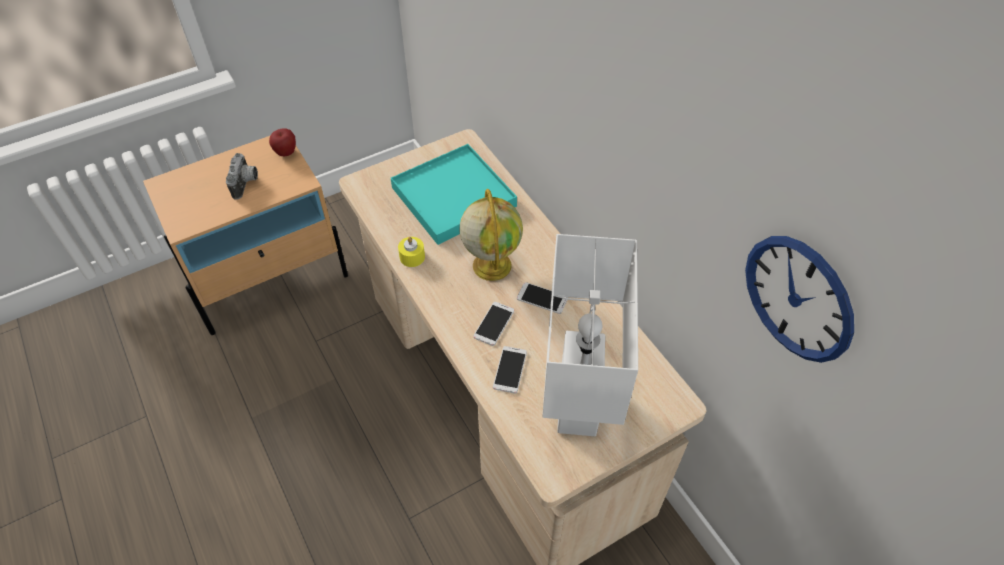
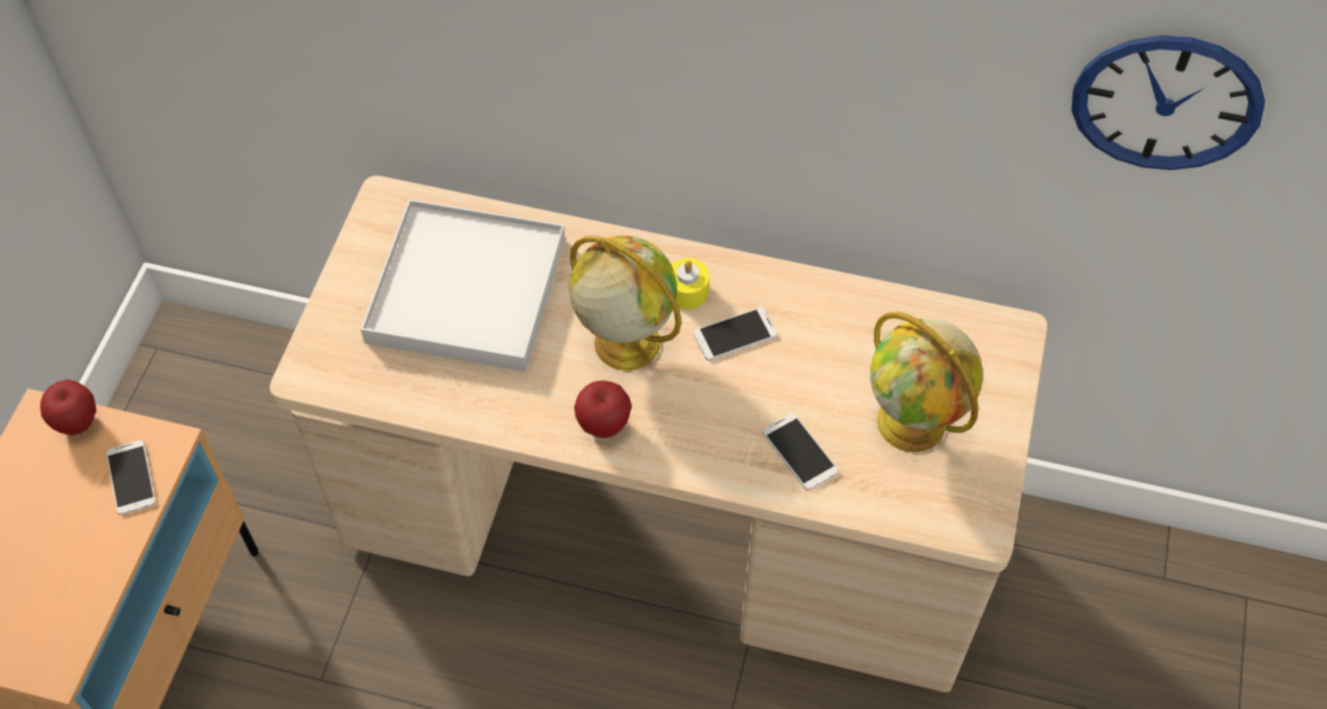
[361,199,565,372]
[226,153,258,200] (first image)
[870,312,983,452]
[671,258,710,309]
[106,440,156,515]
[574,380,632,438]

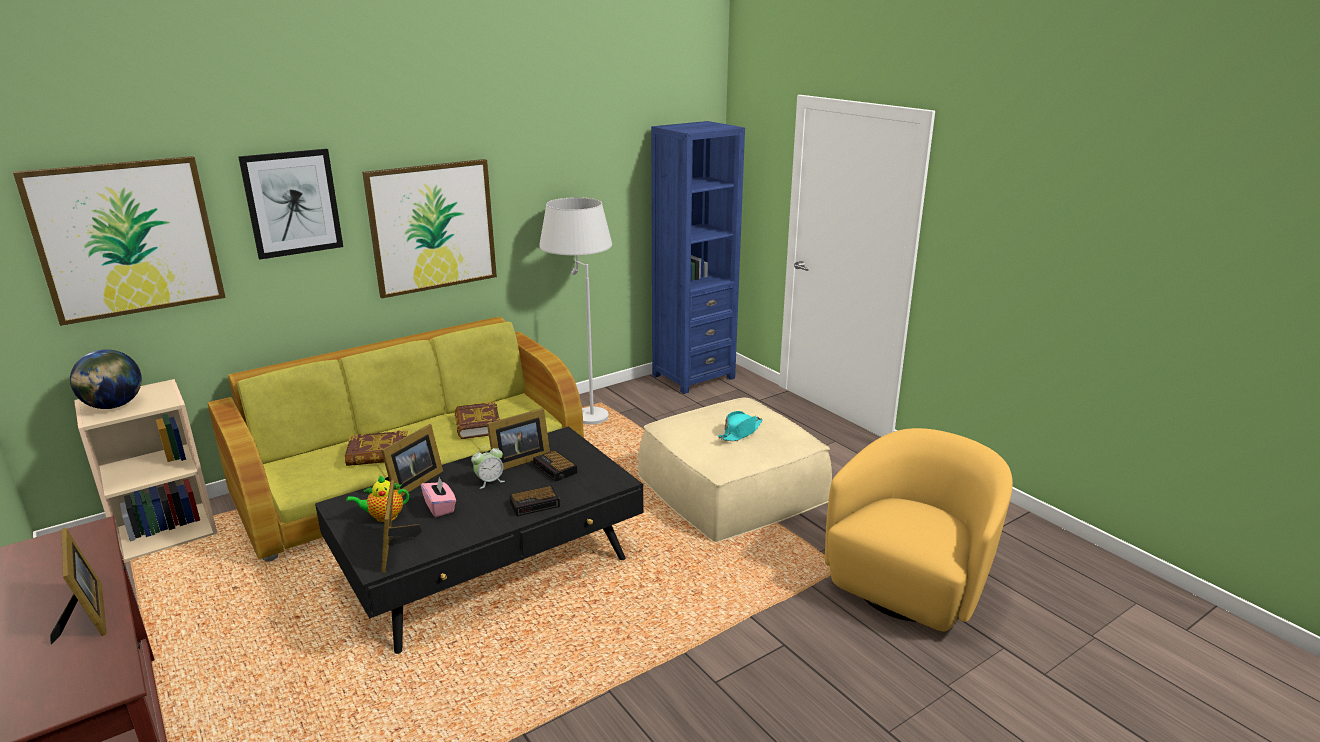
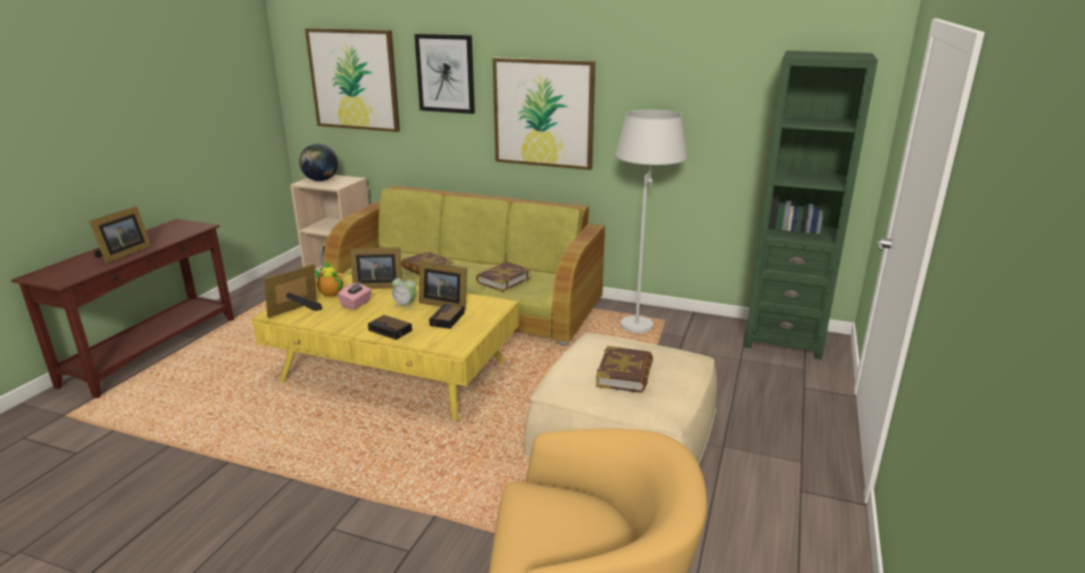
[744,51,878,360]
[596,346,653,393]
[252,273,519,421]

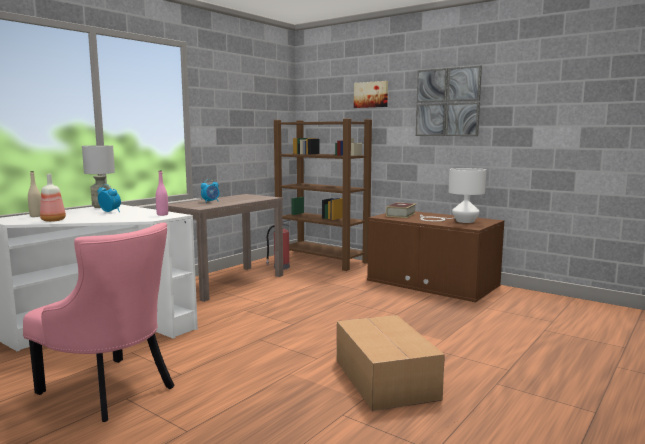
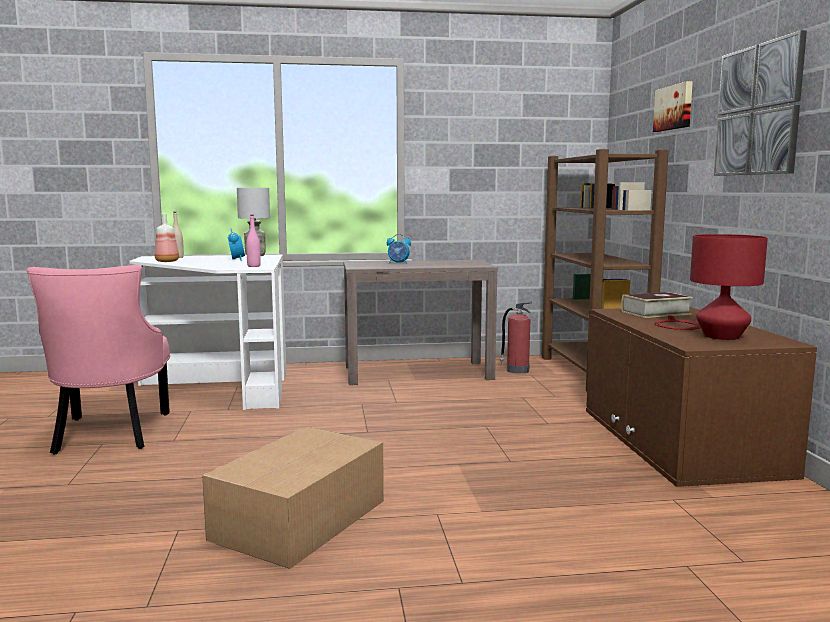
[654,234,768,340]

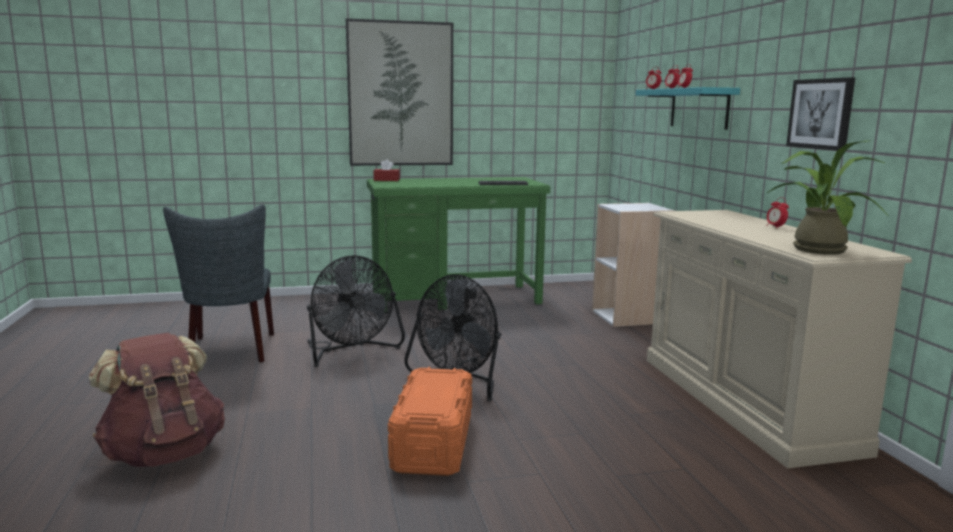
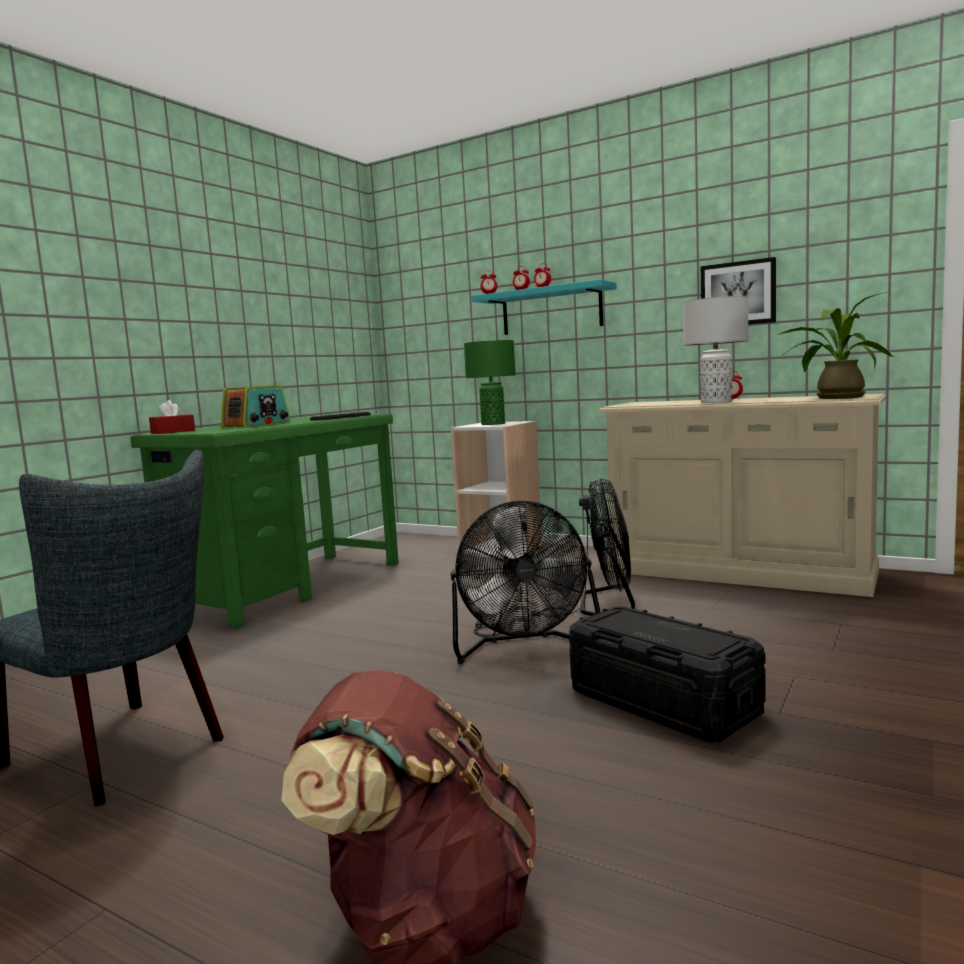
[346,18,453,166] (first image)
[530,478,635,617]
[569,606,766,742]
[683,296,749,403]
[464,340,516,425]
[221,385,290,428]

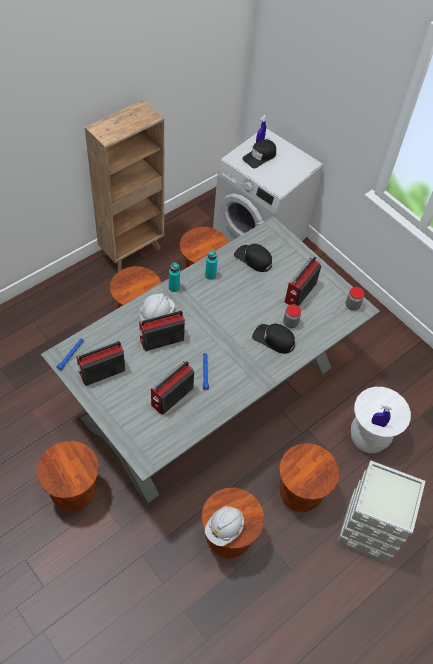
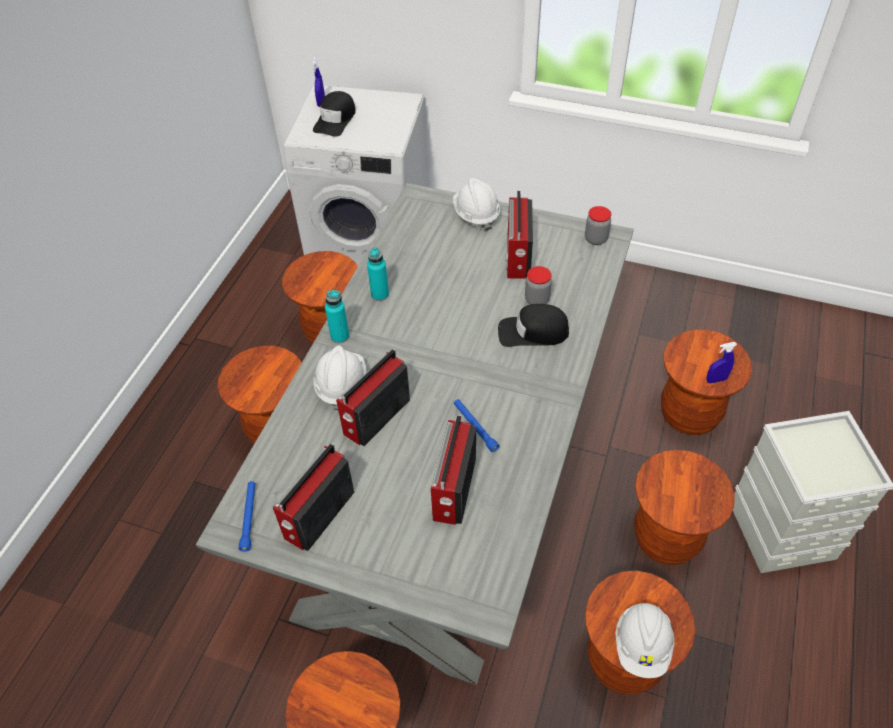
[85,100,164,272] (first image)
[234,244,272,272] (first image)
[661,330,752,435]
[453,178,500,231]

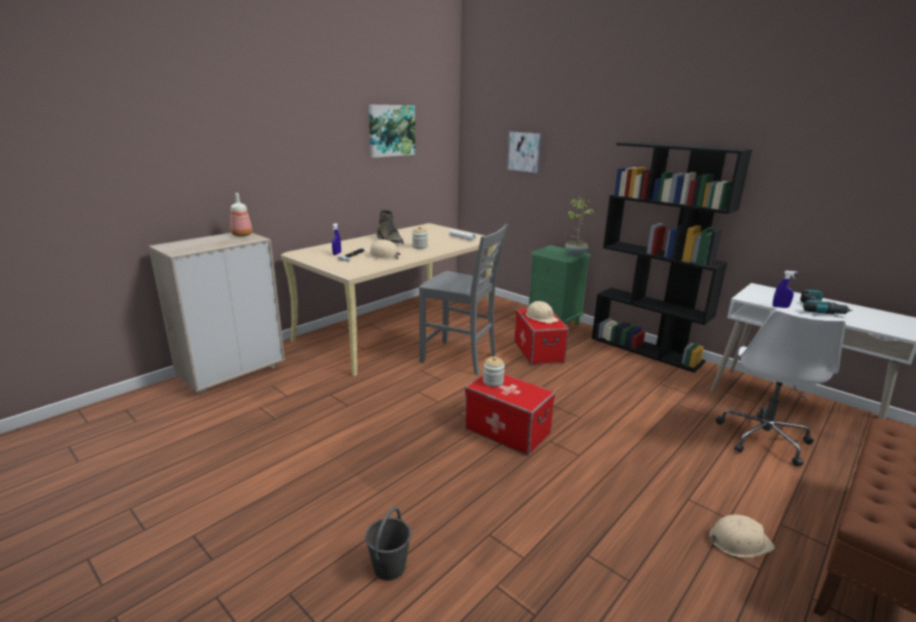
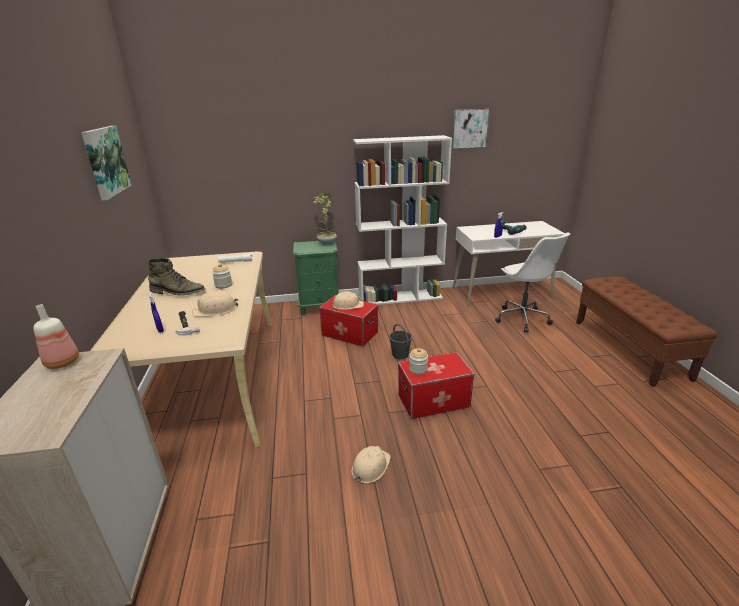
[451,109,490,149]
[353,135,452,305]
[419,224,508,375] (first image)
[389,324,412,359]
[352,446,391,483]

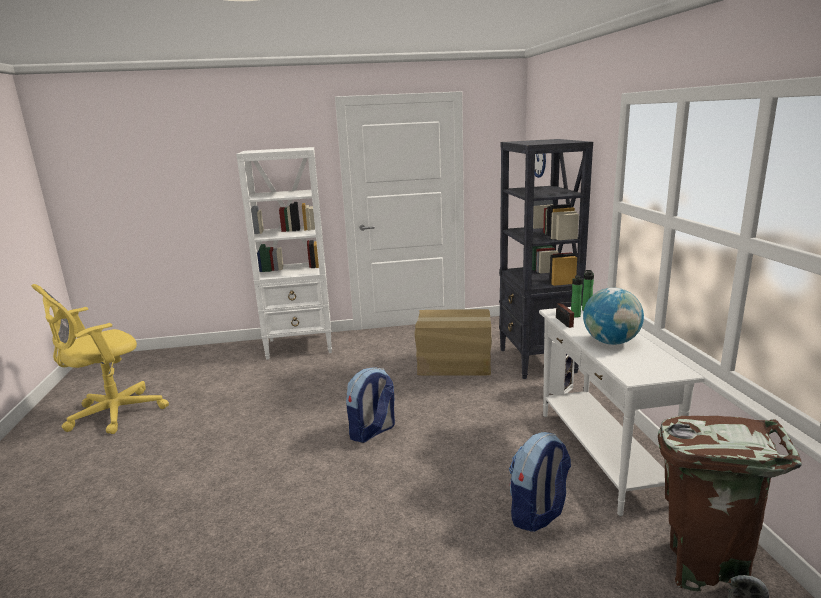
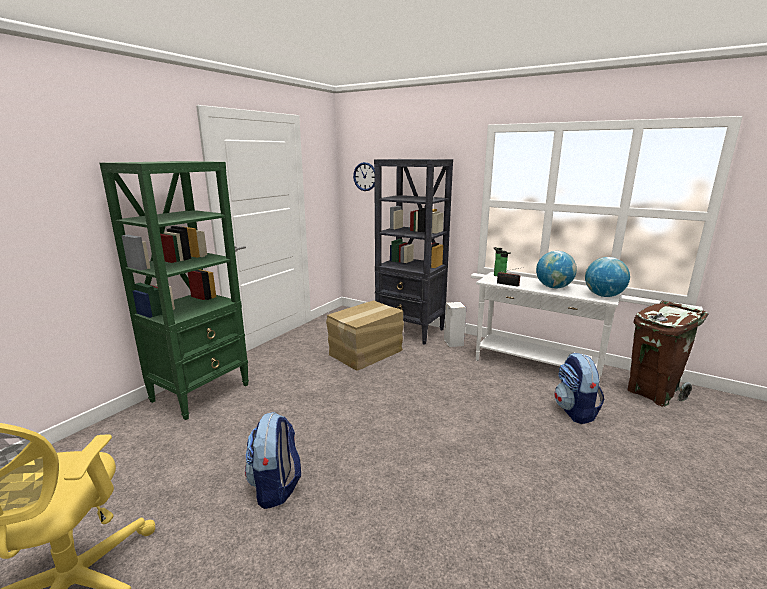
[100,161,249,420]
[245,412,301,509]
[585,257,630,297]

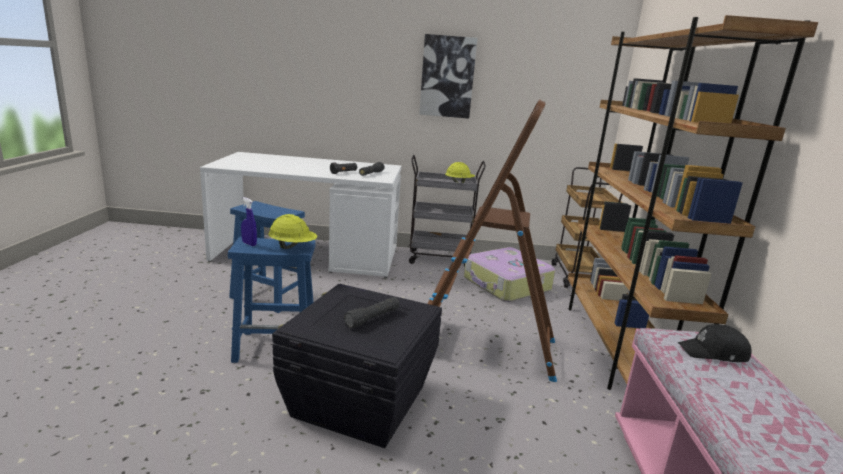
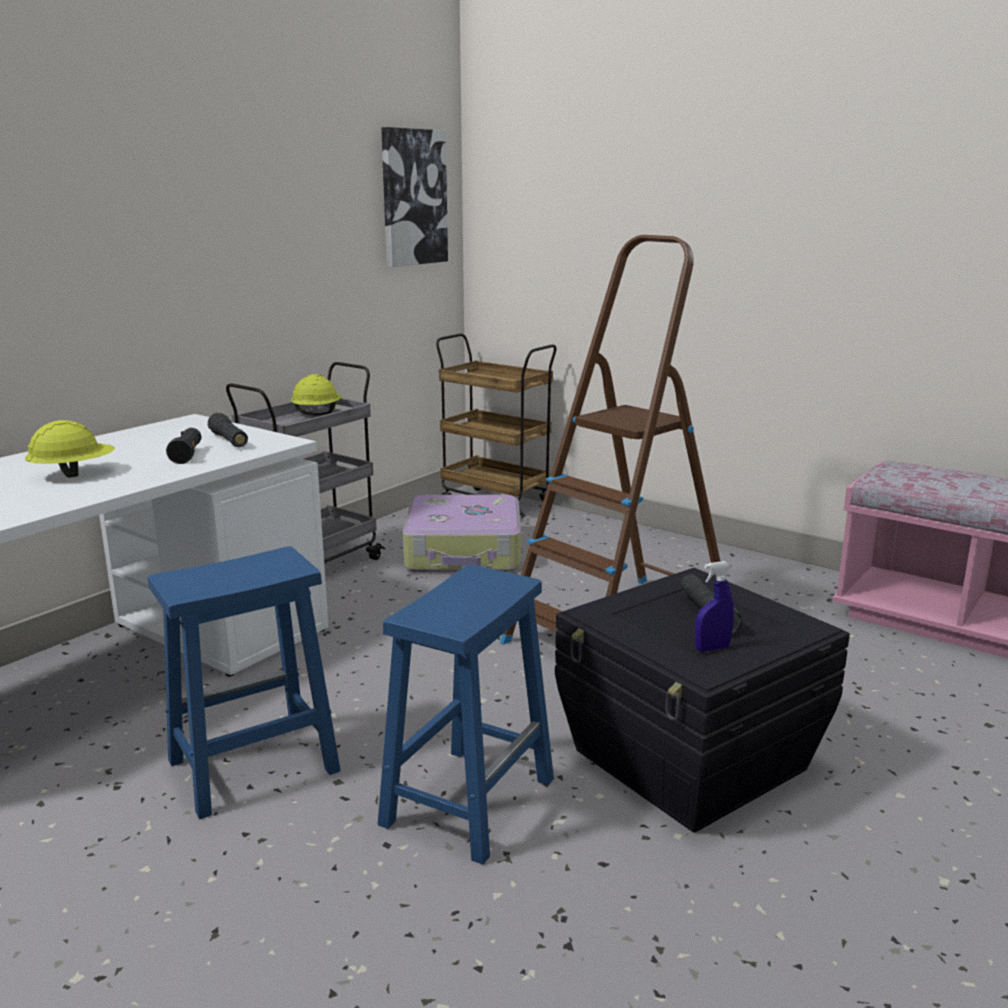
[568,15,818,390] (first image)
[381,127,448,267]
[695,561,734,652]
[25,420,115,478]
[678,324,752,362] (first image)

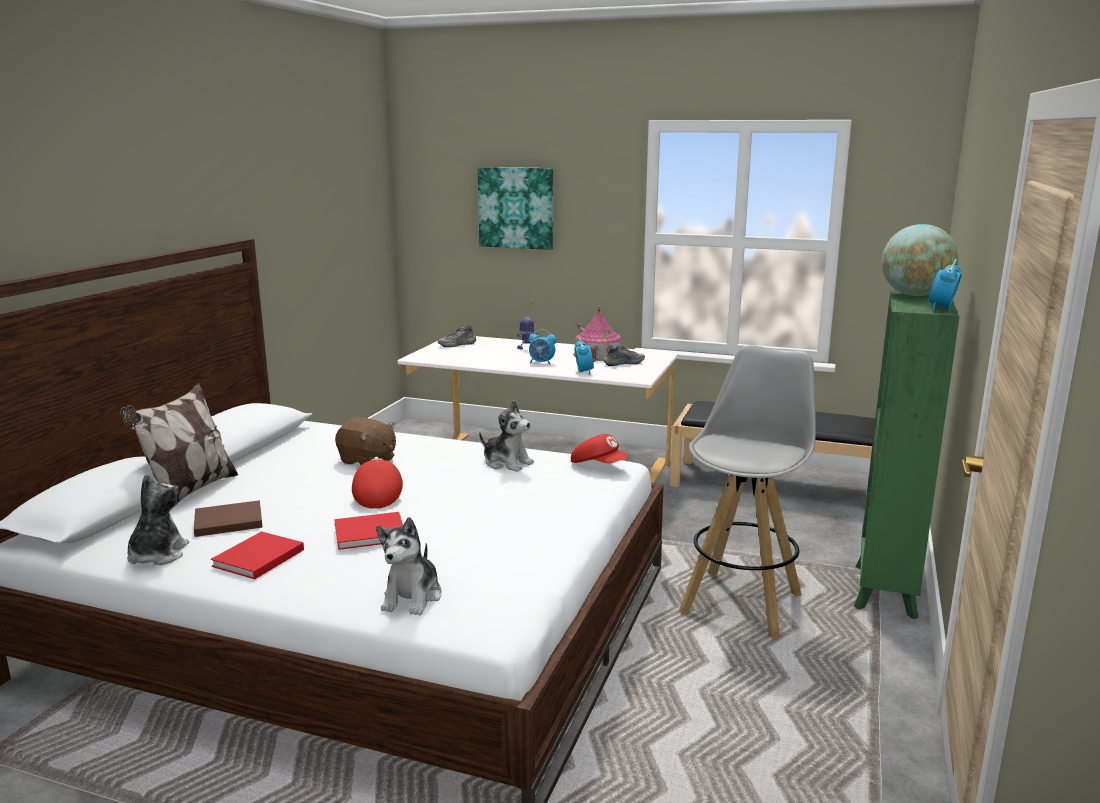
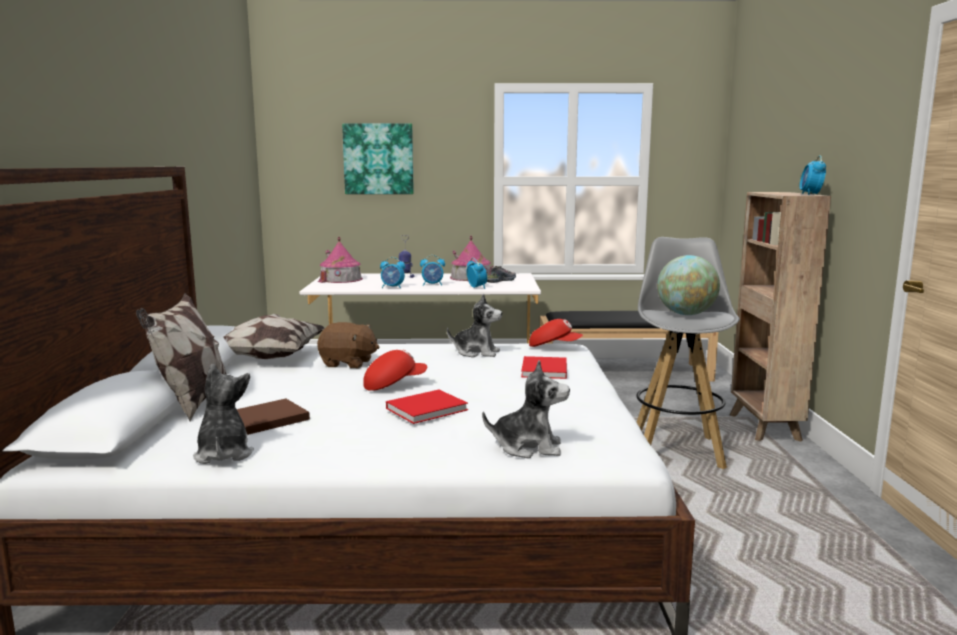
[657,255,720,315]
[729,192,831,441]
[318,237,363,283]
[363,350,427,391]
[482,360,570,458]
[521,356,567,379]
[380,257,405,289]
[223,314,325,359]

